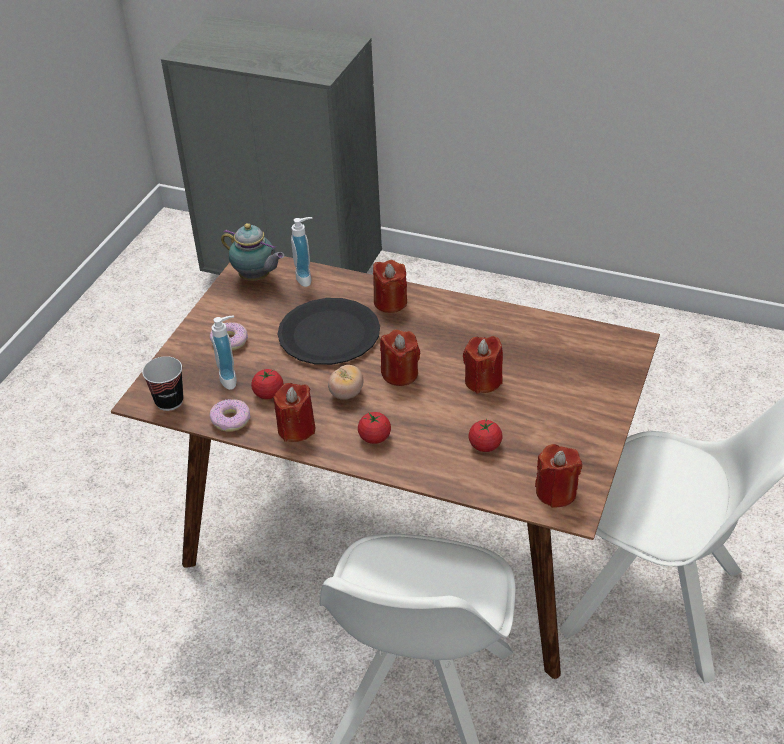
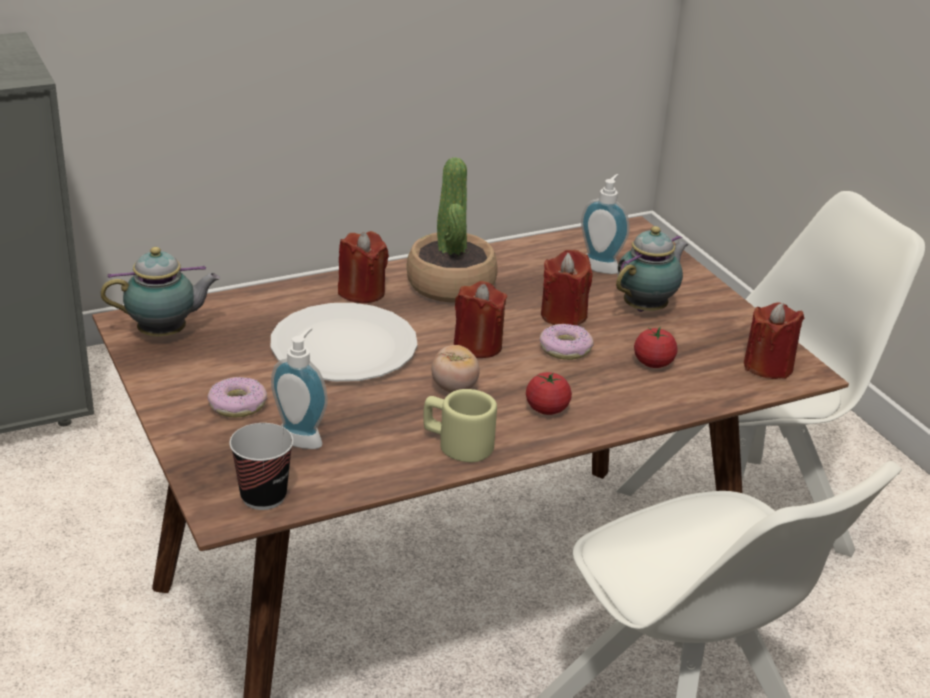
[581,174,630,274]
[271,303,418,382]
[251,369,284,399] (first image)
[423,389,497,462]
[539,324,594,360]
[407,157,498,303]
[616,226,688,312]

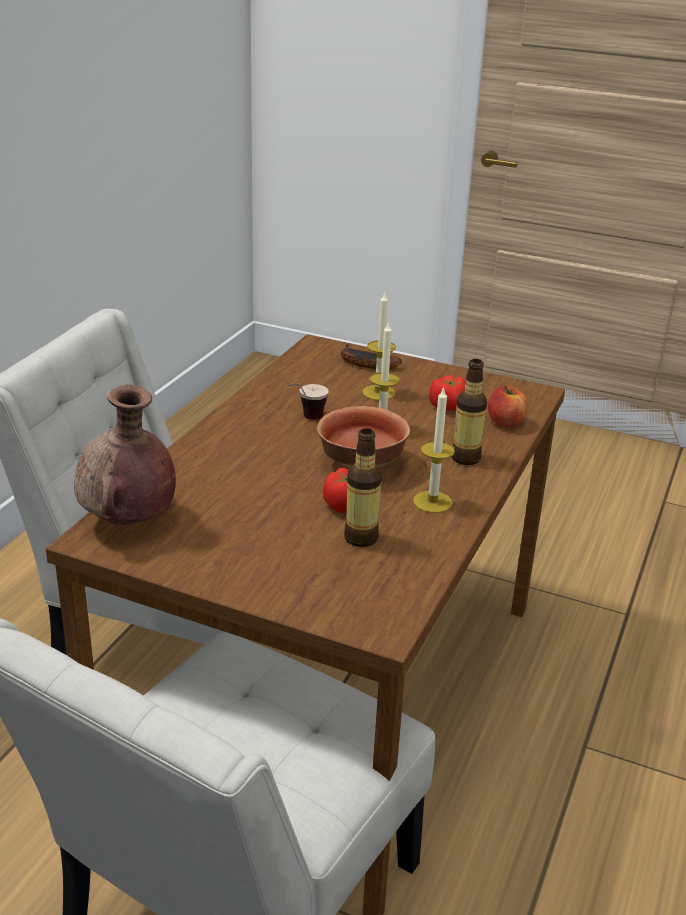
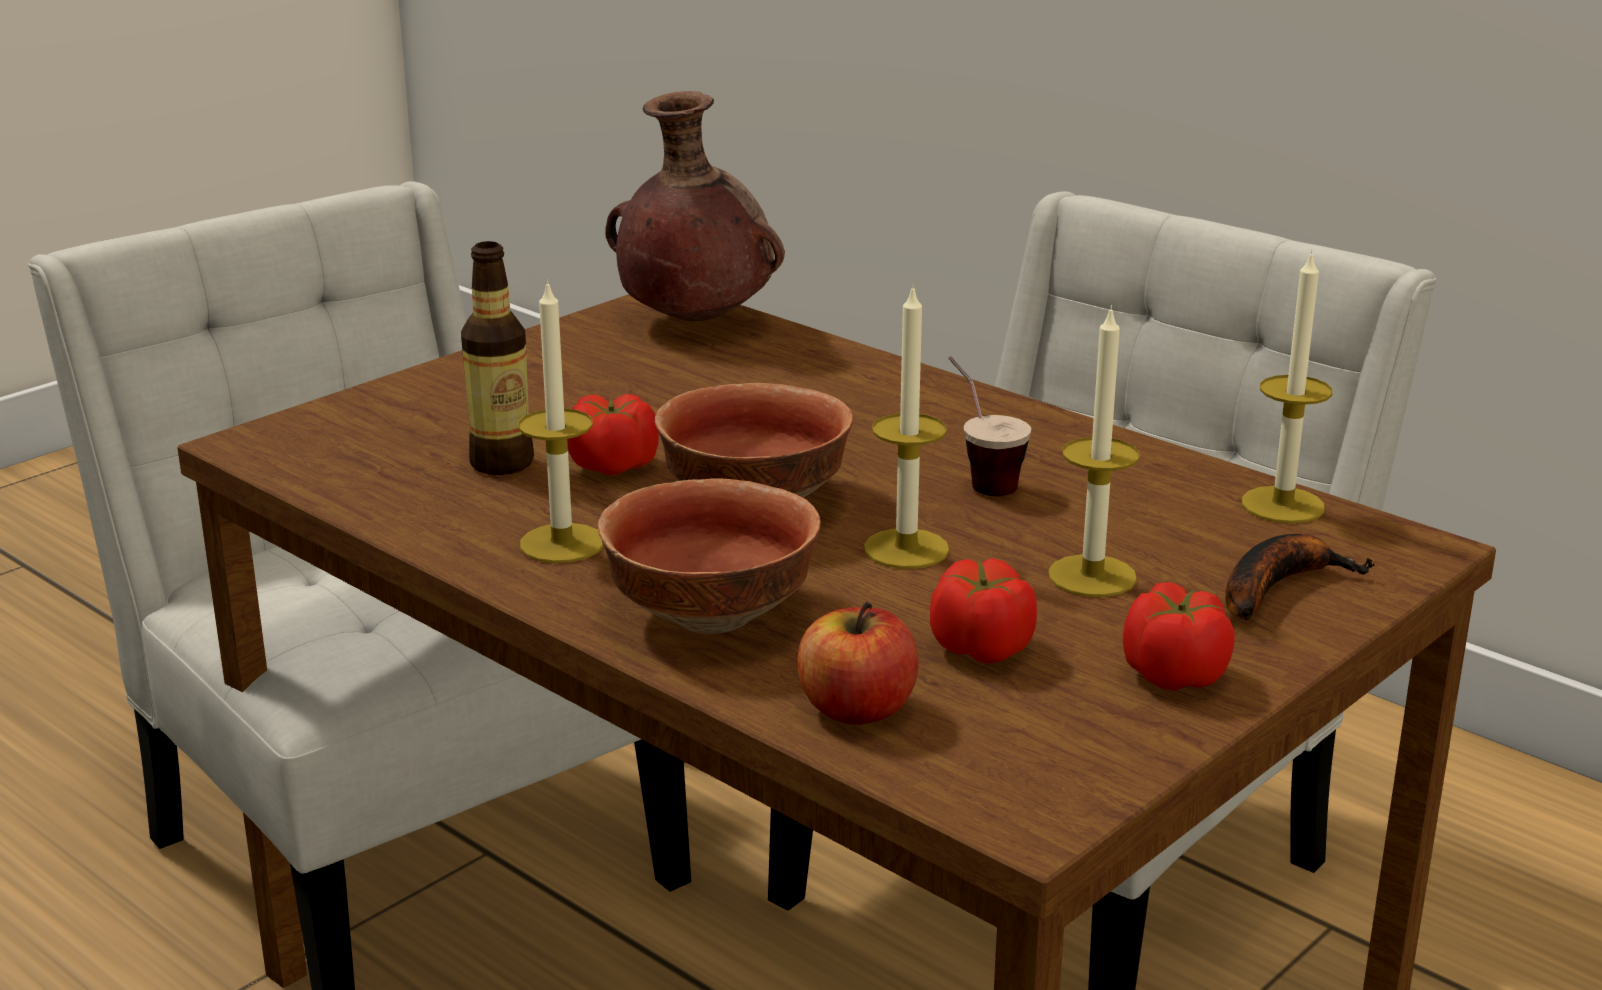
[597,479,821,634]
[1242,250,1333,523]
[1123,582,1234,691]

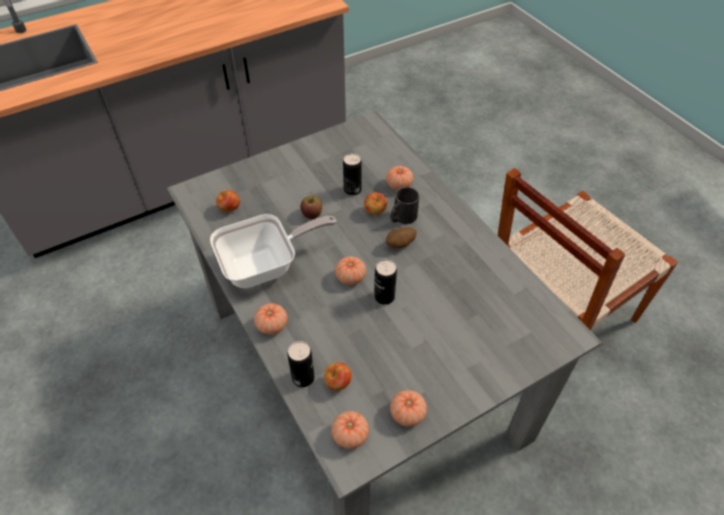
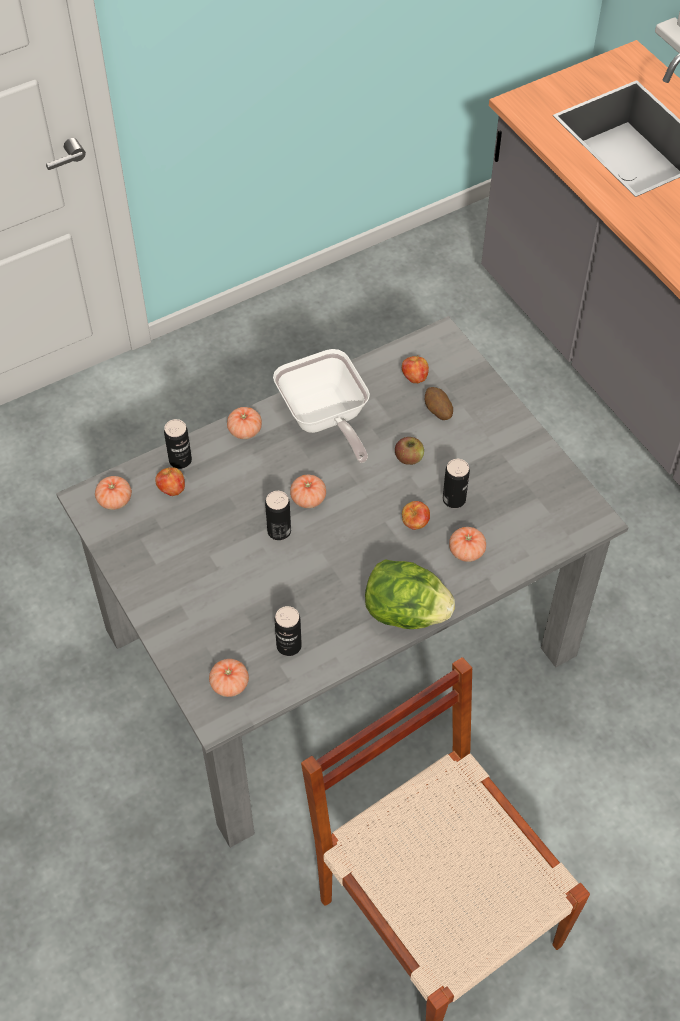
[390,187,419,224] (first image)
[425,387,453,420]
[209,659,249,697]
[365,560,455,629]
[275,606,302,656]

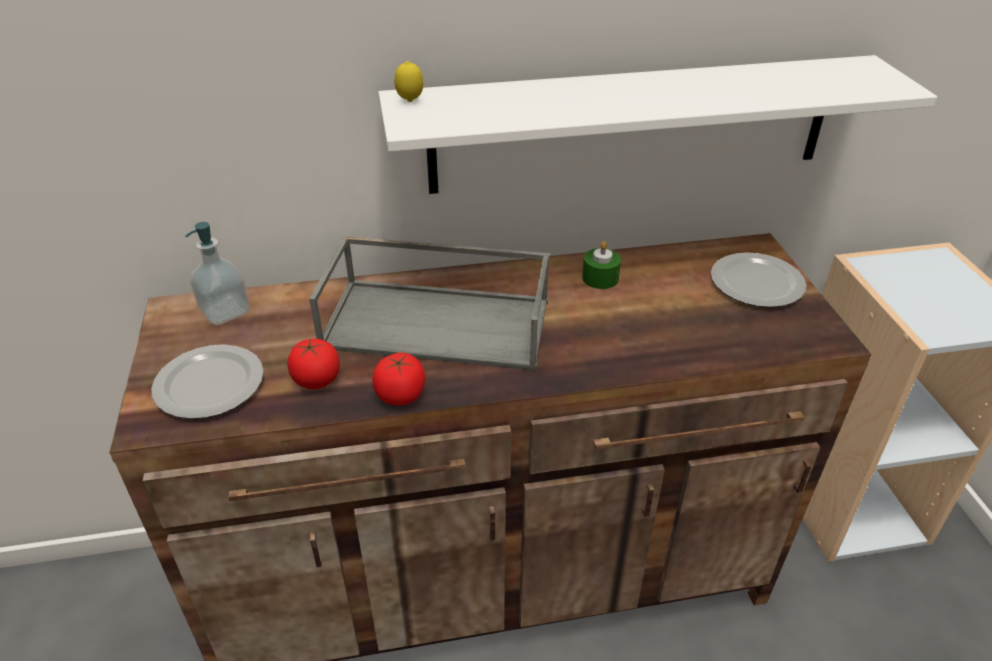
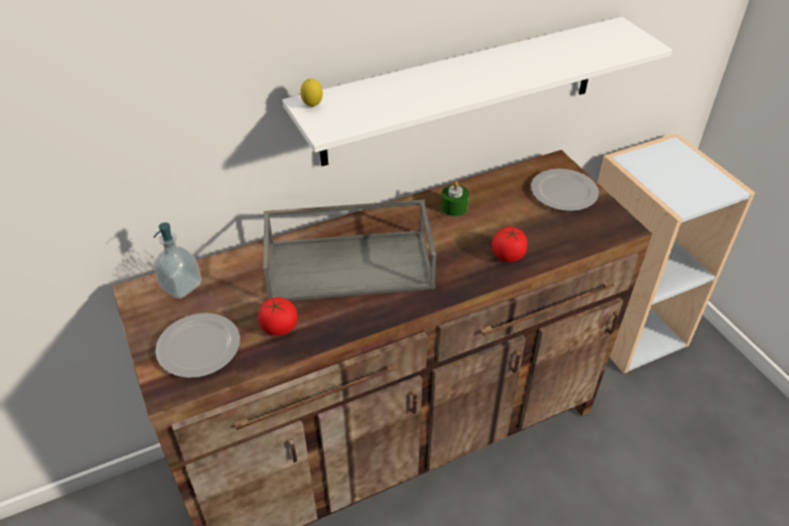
[492,226,527,262]

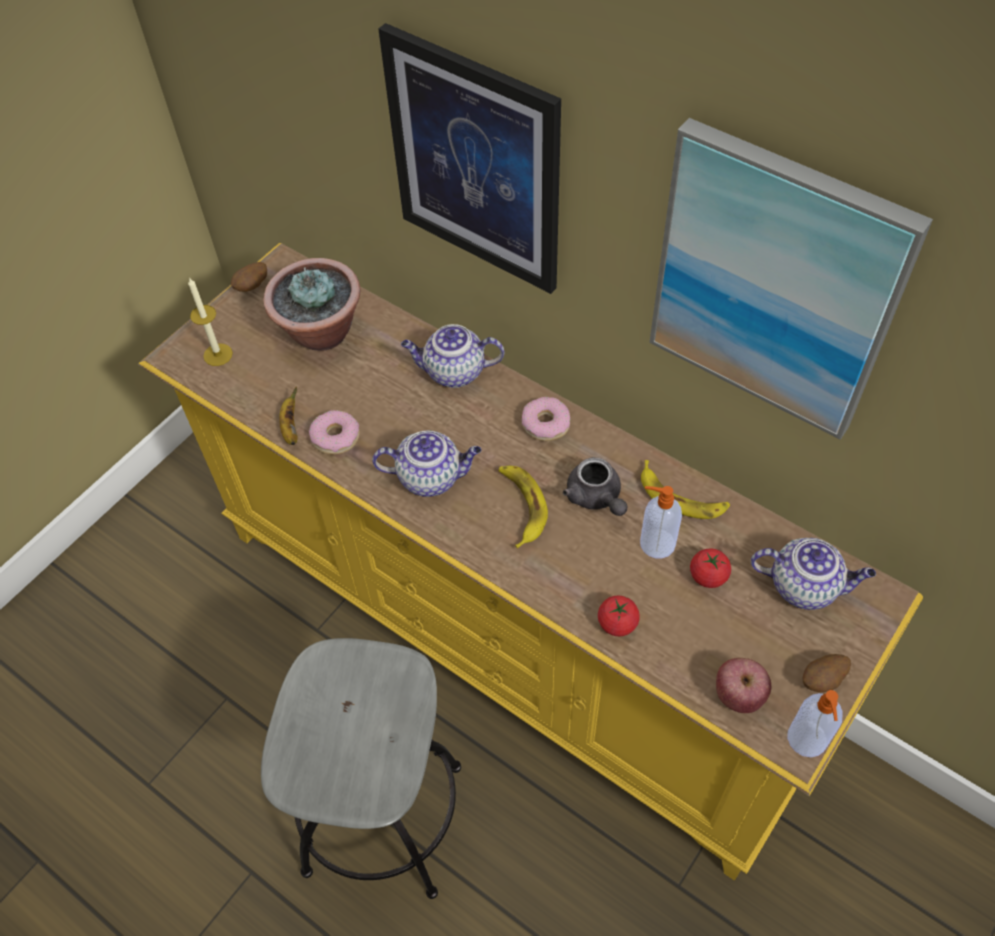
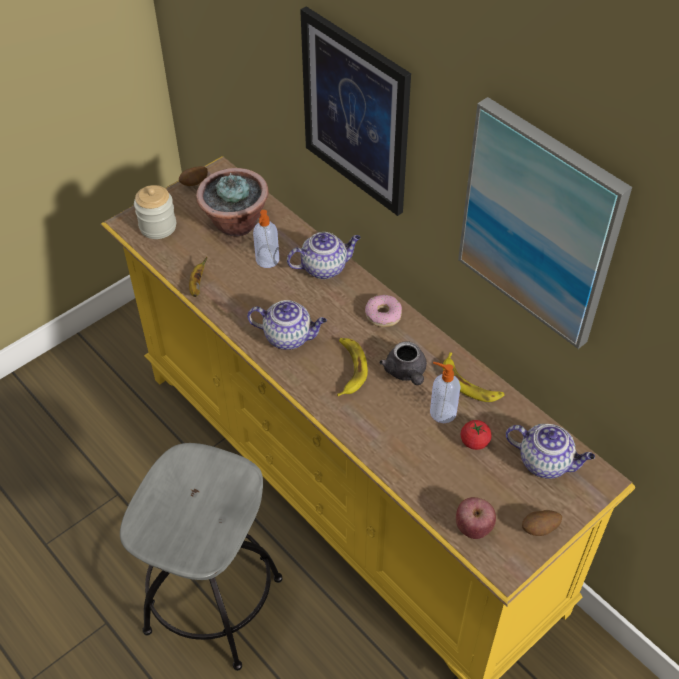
[134,185,176,239]
[287,232,361,279]
[309,410,360,455] (first image)
[598,596,640,636] (first image)
[253,210,279,268]

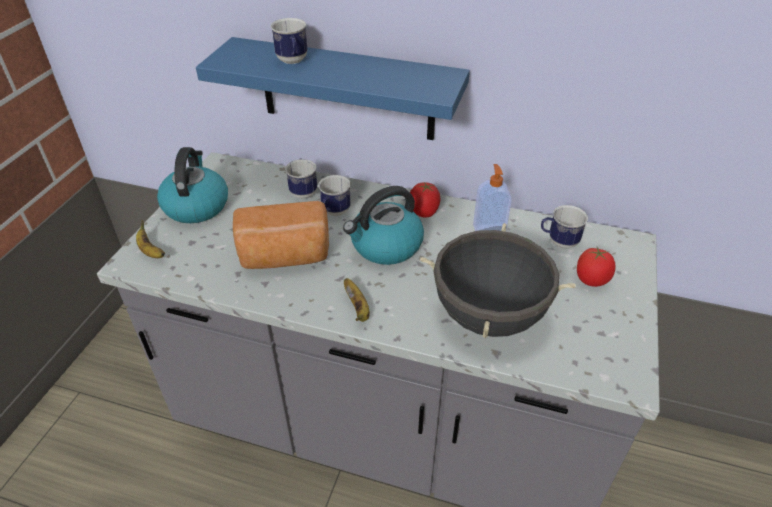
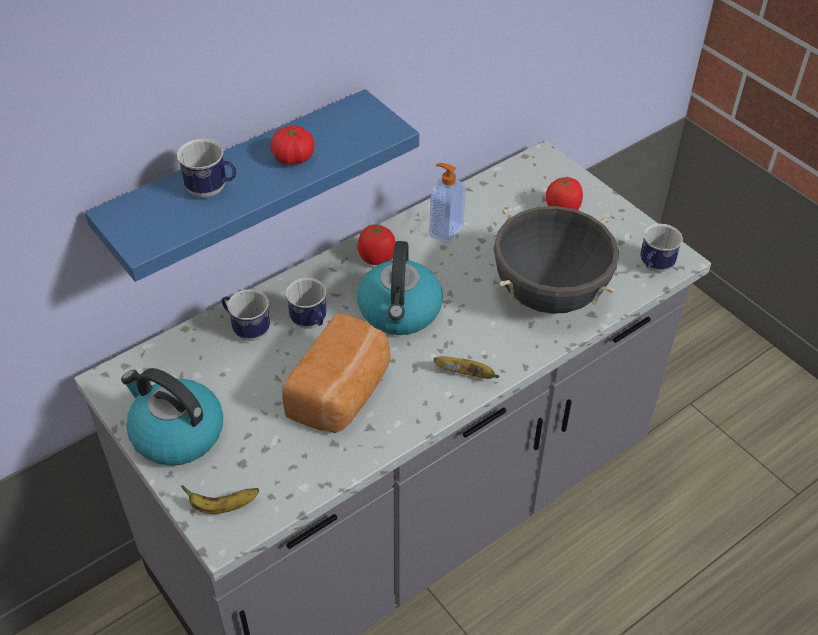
[640,224,683,272]
[270,126,315,165]

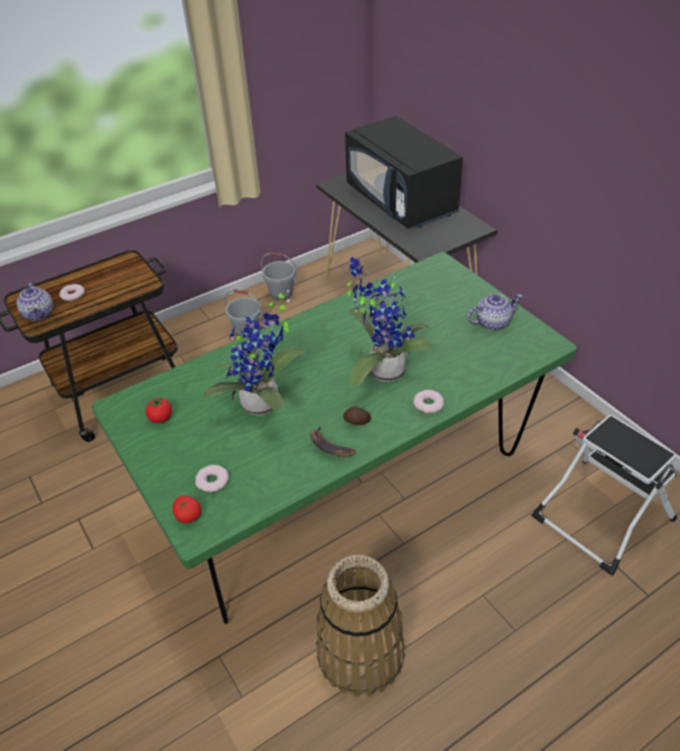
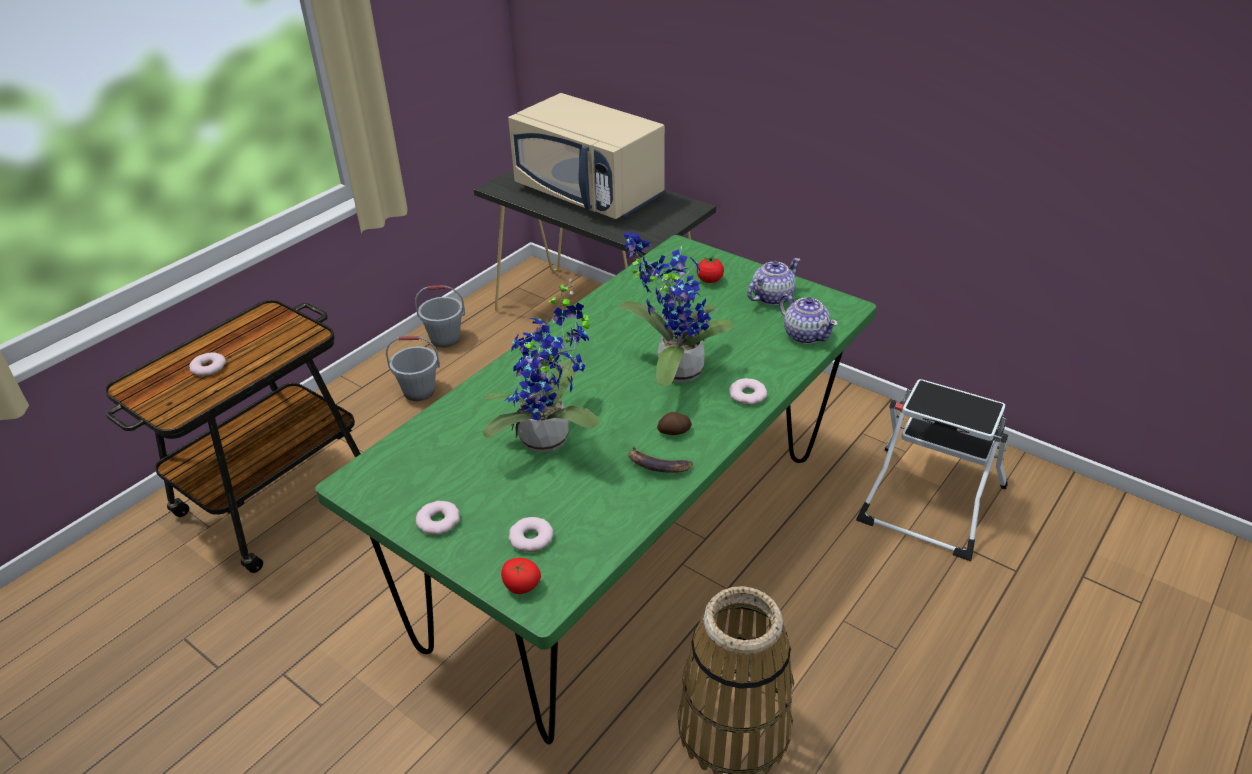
[508,93,665,219]
[779,294,838,344]
[697,255,724,283]
[416,501,460,535]

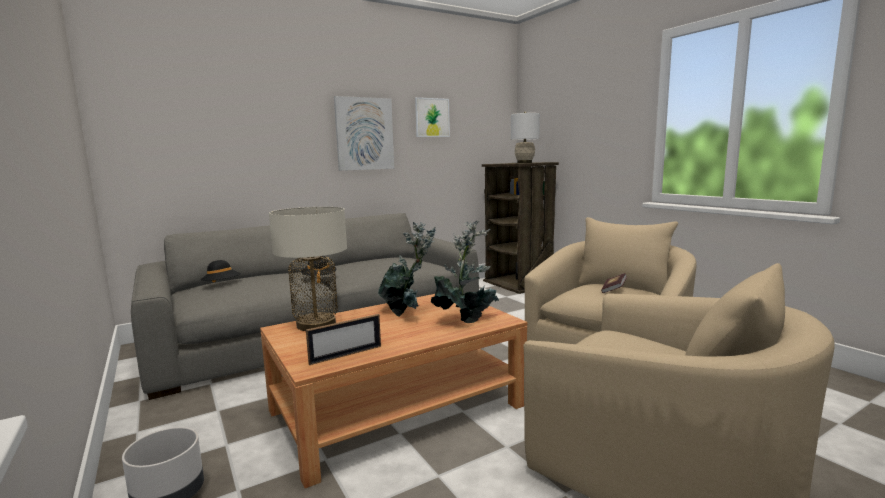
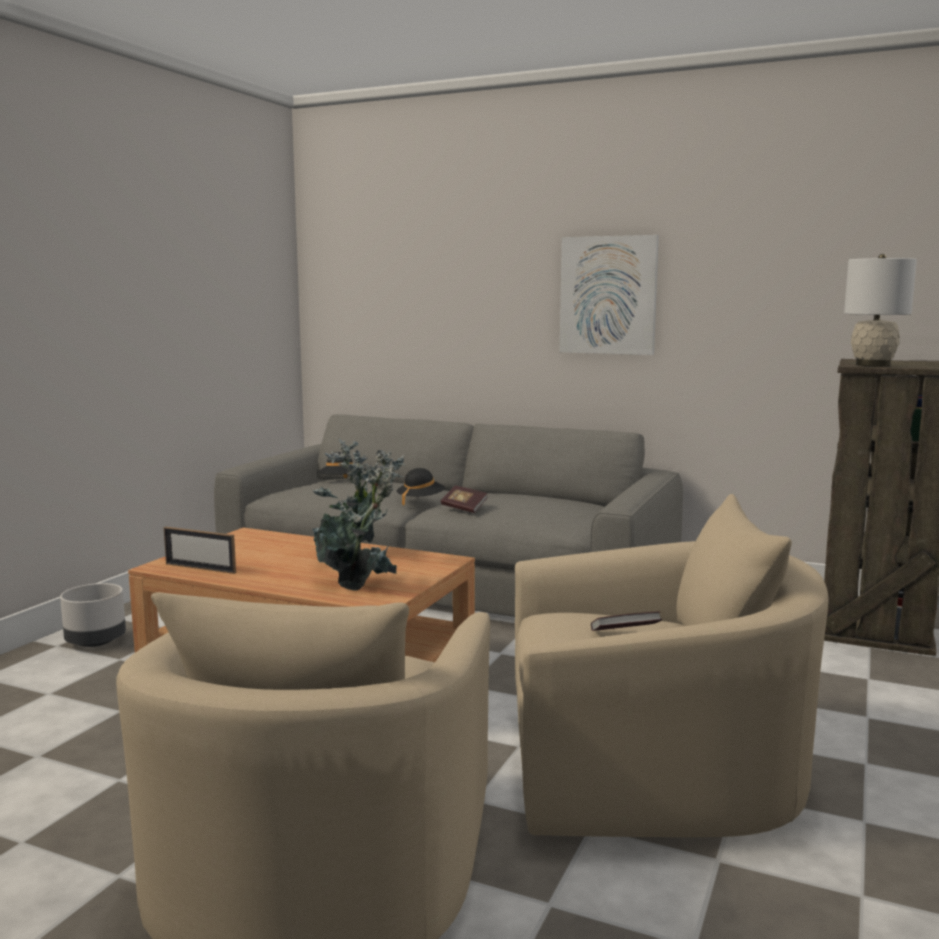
[415,97,450,137] (first image)
[269,207,347,331] (first image)
[441,486,488,513]

